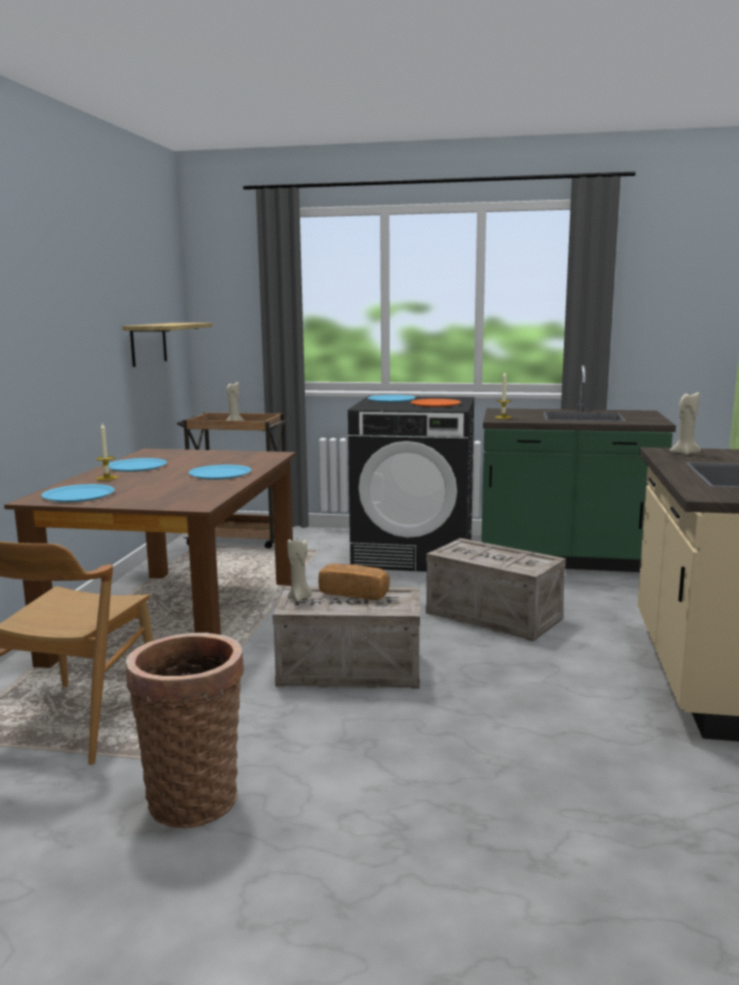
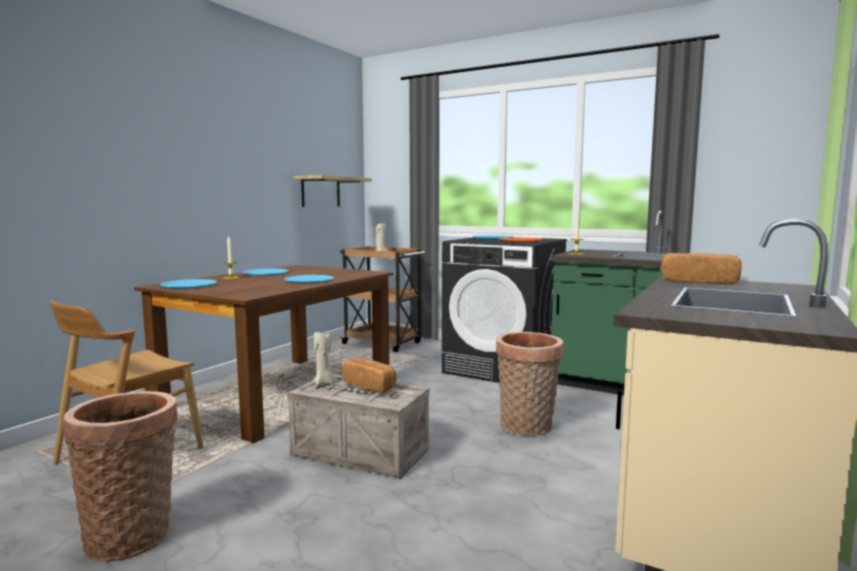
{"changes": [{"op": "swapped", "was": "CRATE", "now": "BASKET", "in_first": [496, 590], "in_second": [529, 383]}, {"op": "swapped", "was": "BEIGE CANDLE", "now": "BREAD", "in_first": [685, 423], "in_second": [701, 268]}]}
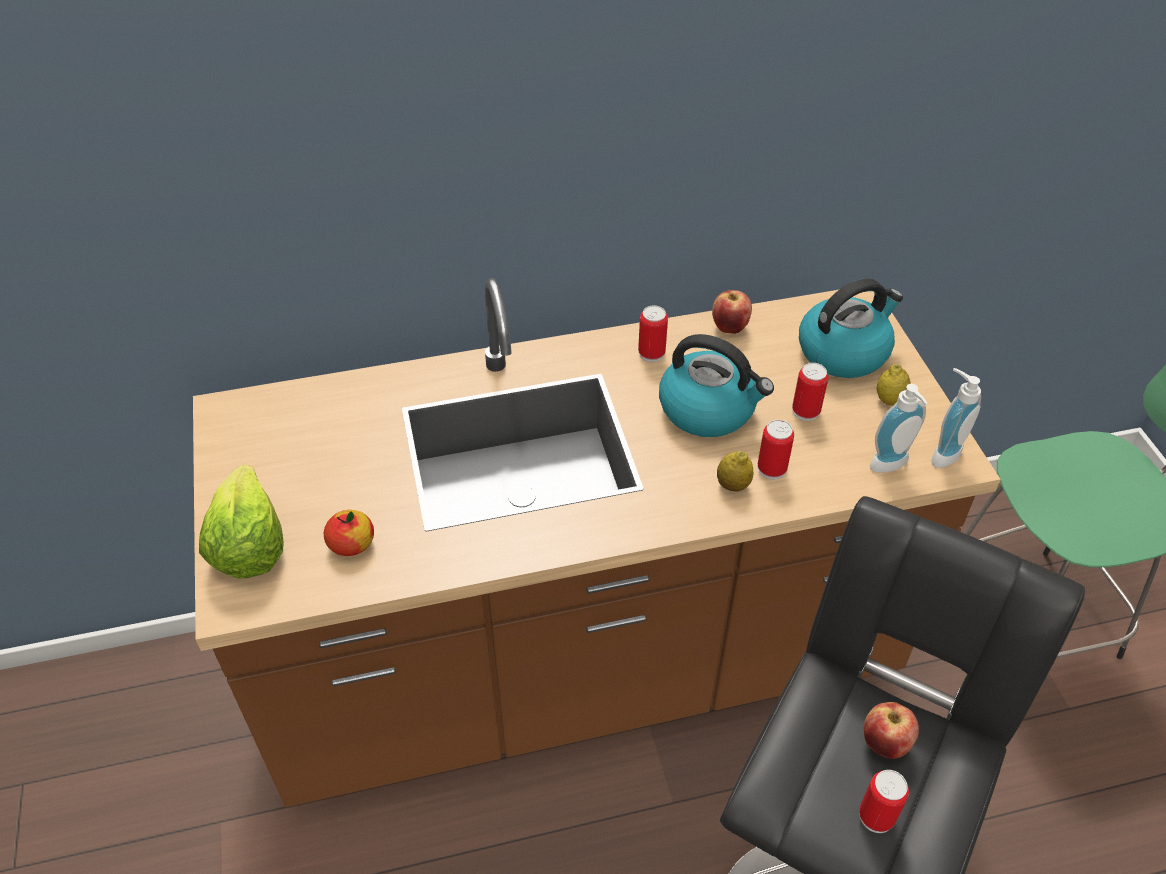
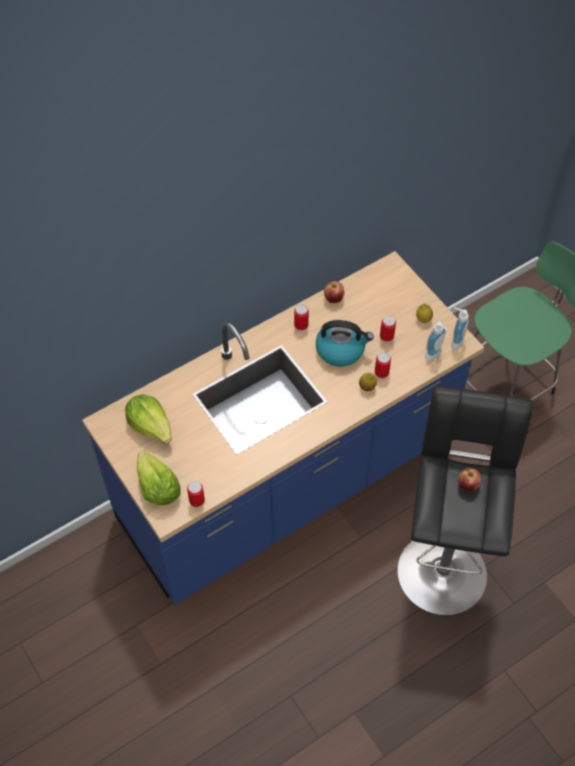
{"changes": [{"op": "repainted", "was": "BROWN COUNTER", "now": "BLUE COUNTER", "in_first": [597, 542], "in_second": [283, 428]}, {"op": "gone", "was": "APPLE", "in_first": [349, 533]}, {"op": "gone", "was": "KETTLE", "in_first": [851, 328]}, {"op": "shifted", "was": "CAN", "in_first": [884, 801], "in_second": [196, 494]}, {"op": "new", "now": "LETTUCE", "in_second": [148, 419]}]}
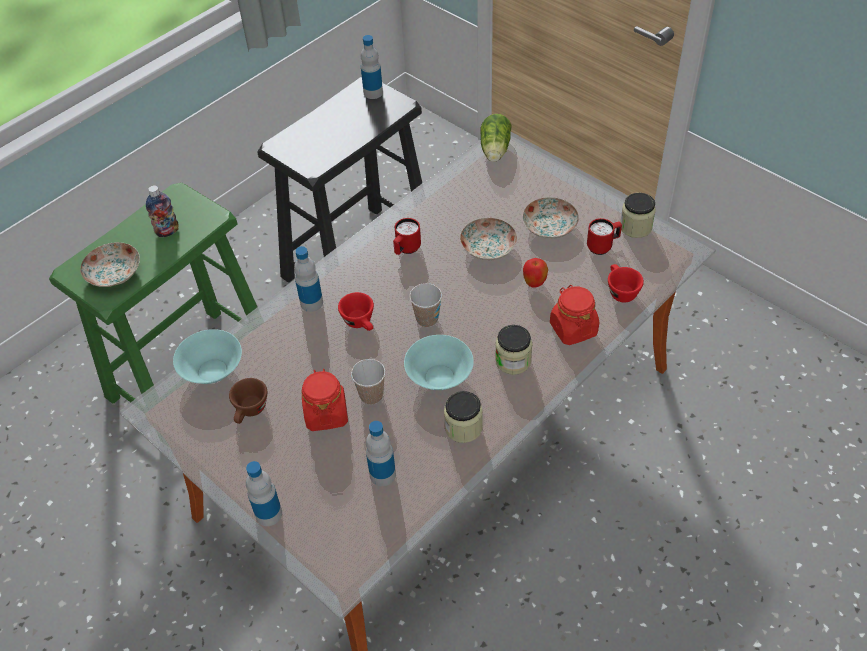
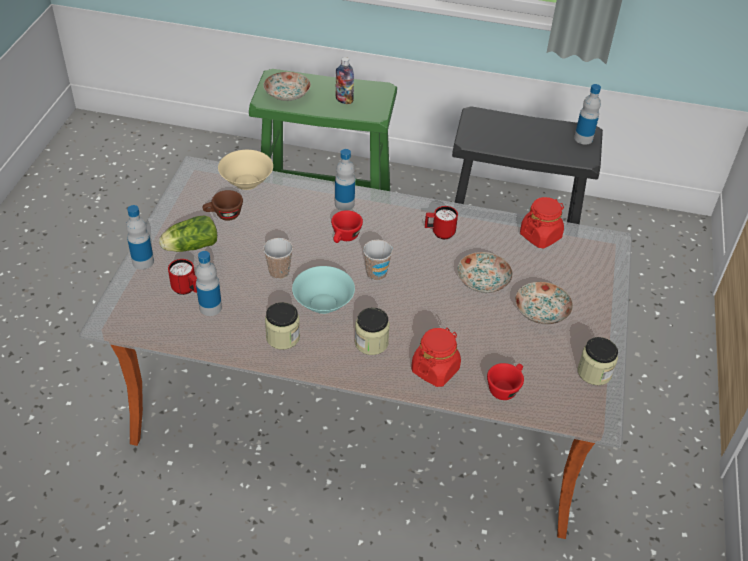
{"changes": [{"op": "repainted", "was": "TURQUOISE BOWL", "now": "BEIGE BOWL", "in_first": [207, 356], "in_second": [245, 170]}, {"op": "shifted", "was": "RED JAR", "in_first": [325, 399], "in_second": [542, 222]}, {"op": "shifted", "was": "LETTUCE", "in_first": [495, 138], "in_second": [188, 234]}, {"op": "gone", "was": "APPLE", "in_first": [535, 272]}, {"op": "shifted", "was": "RED MUG", "in_first": [604, 236], "in_second": [182, 277]}]}
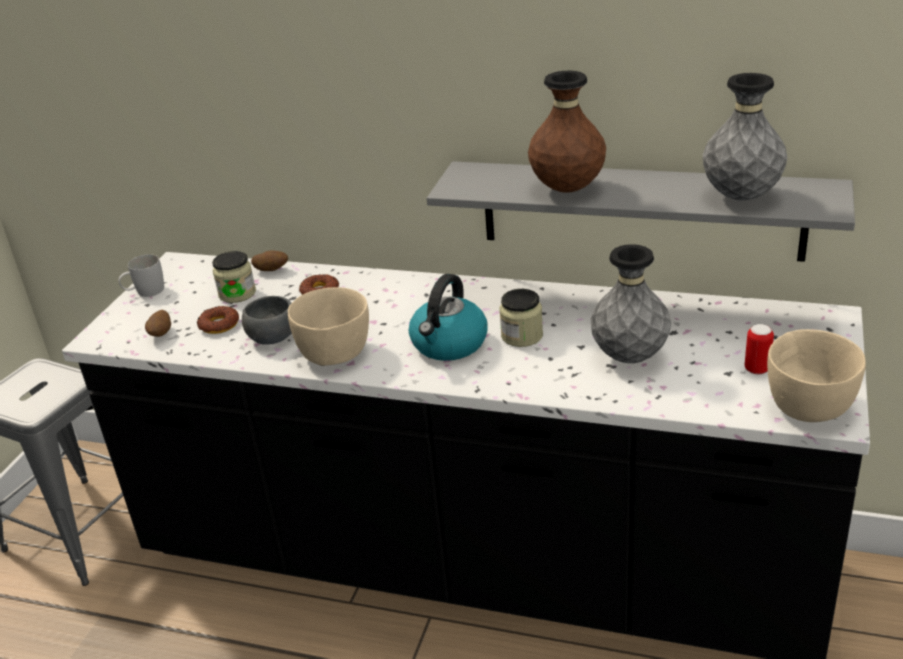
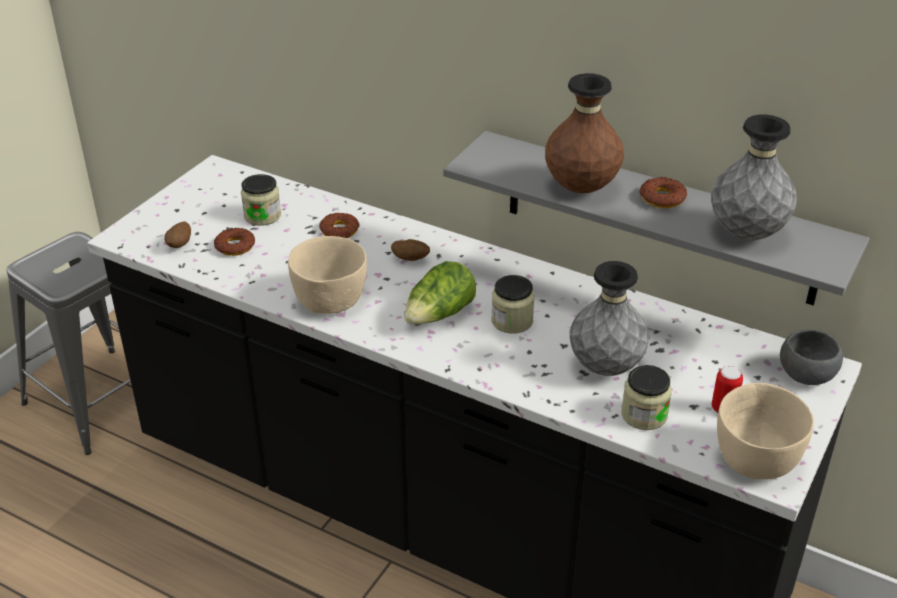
{"changes": [{"op": "gone", "was": "WHITE MUG", "in_first": [141, 275]}, {"op": "shifted", "was": "GREY BOWL", "in_first": [267, 320], "in_second": [811, 357]}, {"op": "shifted", "was": "POTATO", "in_first": [269, 261], "in_second": [410, 250]}, {"op": "swapped", "was": "KETTLE", "now": "LETTUCE", "in_first": [448, 317], "in_second": [440, 293]}, {"op": "new", "now": "JAR", "in_second": [646, 397]}, {"op": "new", "now": "DONUT", "in_second": [663, 192]}]}
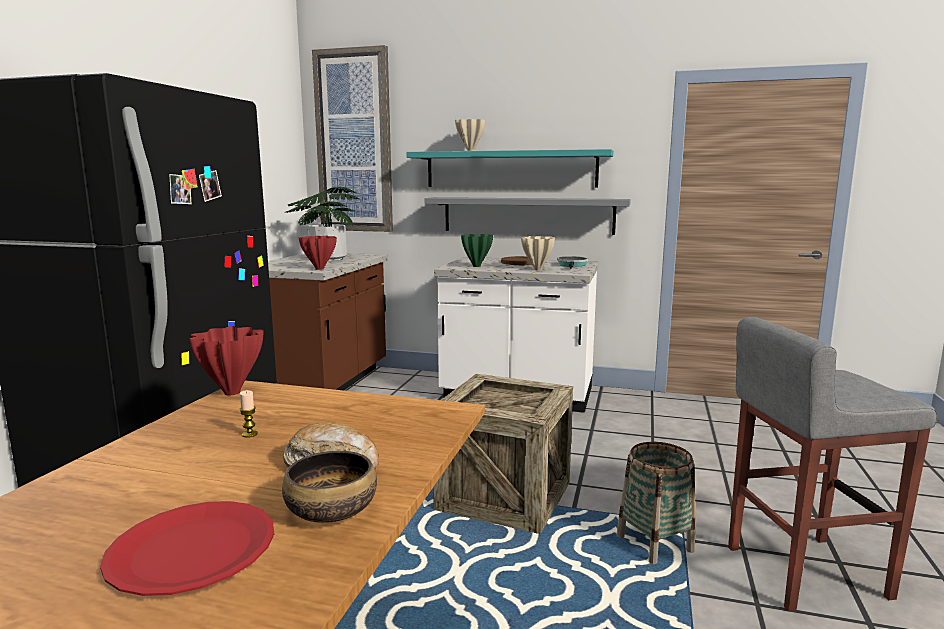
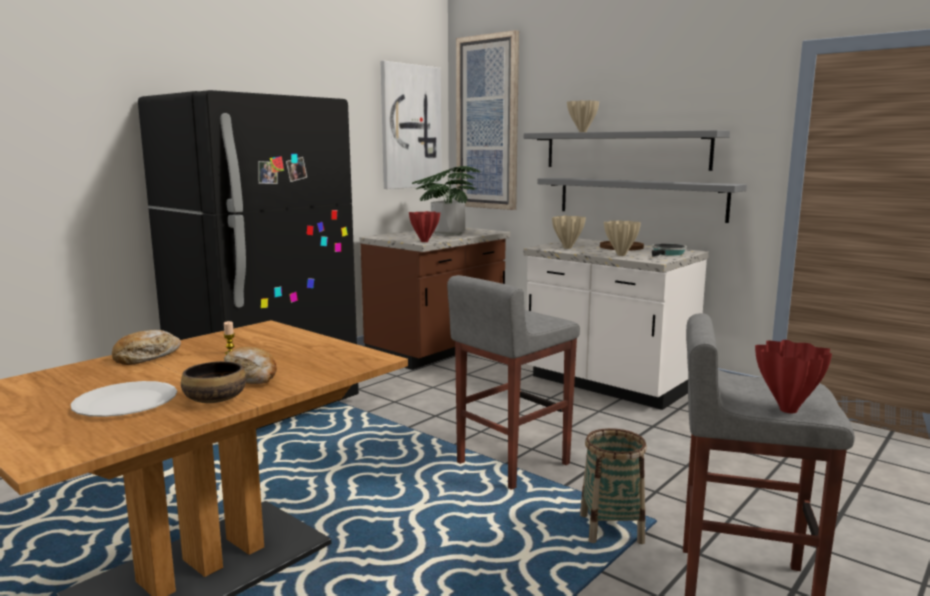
{"changes": [{"op": "repainted", "was": "RED PLATE", "now": "WHITE PLATE", "in_first": [187, 548], "in_second": [124, 399]}, {"op": "shifted", "was": "RED VASE", "in_first": [226, 360], "in_second": [793, 376]}, {"op": "repainted", "was": "TURQUOISE SHELF", "now": "GREY SHELF", "in_first": [509, 168], "in_second": [627, 150]}, {"op": "swapped", "was": "CRATE", "now": "GREY STOOL", "in_first": [503, 454], "in_second": [513, 382]}, {"op": "repainted", "was": "GREEN VASE", "now": "BEIGE VASE", "in_first": [477, 250], "in_second": [569, 232]}, {"op": "new", "now": "BREAD", "in_second": [146, 347]}, {"op": "new", "now": "PICTURE", "in_second": [411, 125]}]}
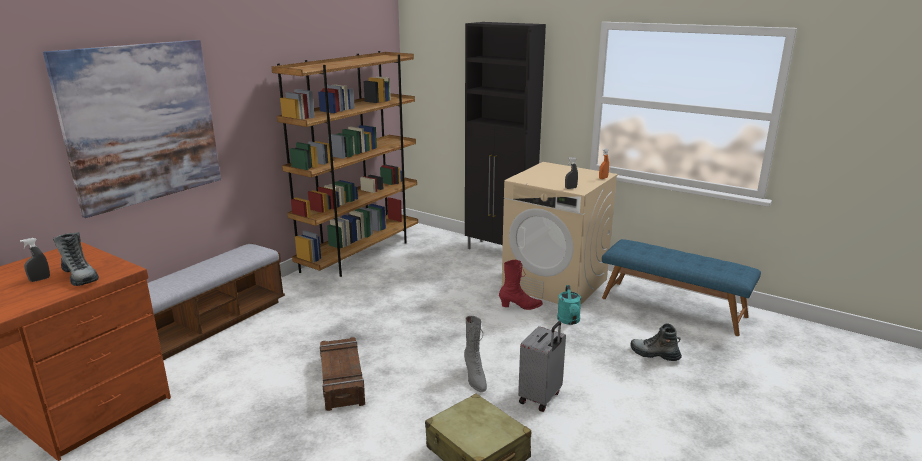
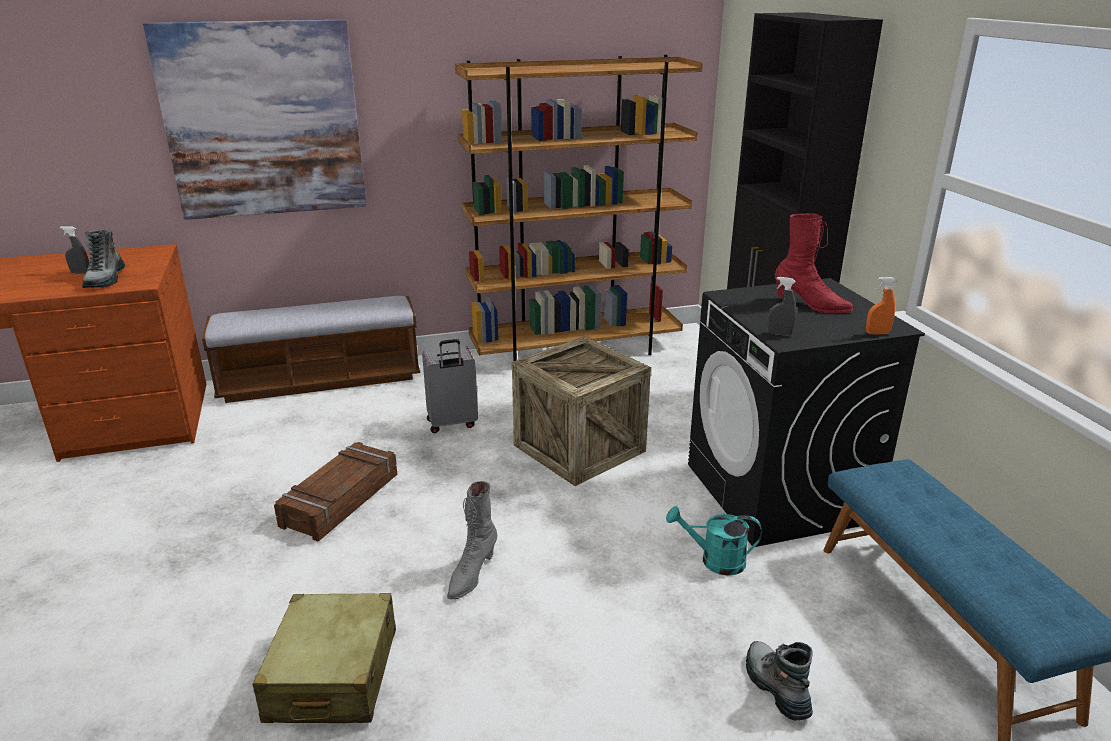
{"changes": [{"op": "shifted", "was": "RED BOOT", "in_first": [521, 285], "in_second": [814, 263]}, {"op": "repainted", "was": "BEIGE WASHING MACHINE", "now": "BLACK WASHING MACHINE", "in_first": [559, 233], "in_second": [806, 412]}, {"op": "shifted", "was": "GREY SUITCASE", "in_first": [542, 366], "in_second": [450, 386]}, {"op": "rotated", "was": "TURQUOISE WATERING CAN", "in_first": [569, 305], "in_second": [714, 541], "clockwise": 60}, {"op": "new", "now": "CRATE", "in_second": [581, 411]}]}
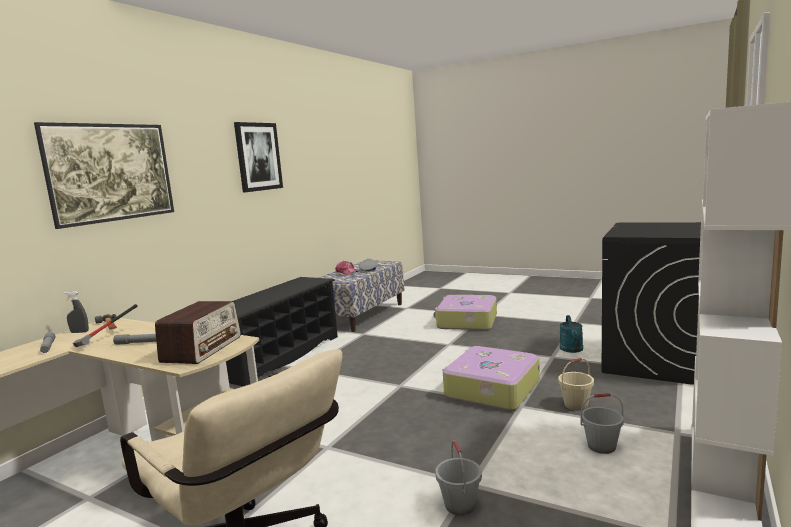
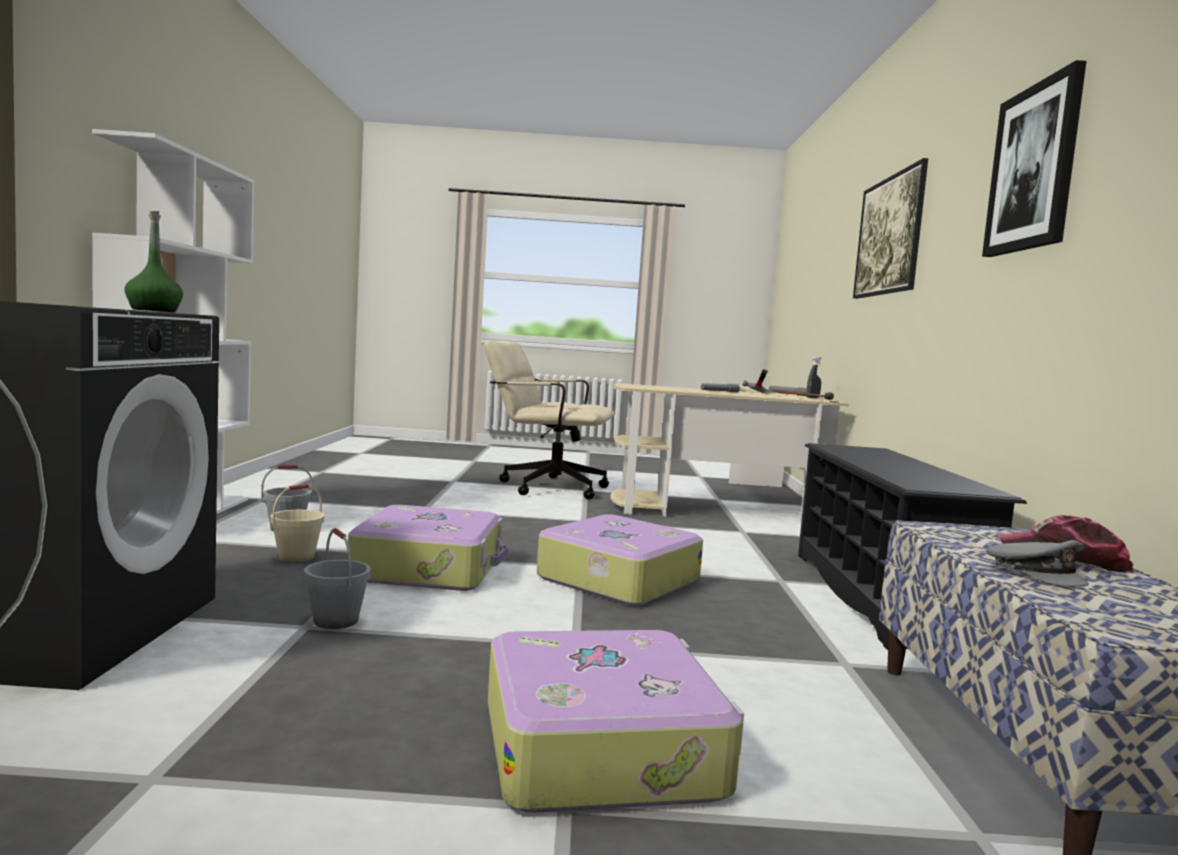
{"changes": [{"op": "gone", "was": "RADIO", "in_first": [198, 332]}, {"op": "shifted", "was": "GREY BUCKET", "in_first": [458, 478], "in_second": [337, 578]}, {"op": "gone", "was": "TURQUOISE WATERING CAN", "in_first": [571, 334]}, {"op": "new", "now": "GREEN BOTTLE", "in_second": [153, 261]}, {"op": "new", "now": "SUITCASE", "in_second": [620, 560]}]}
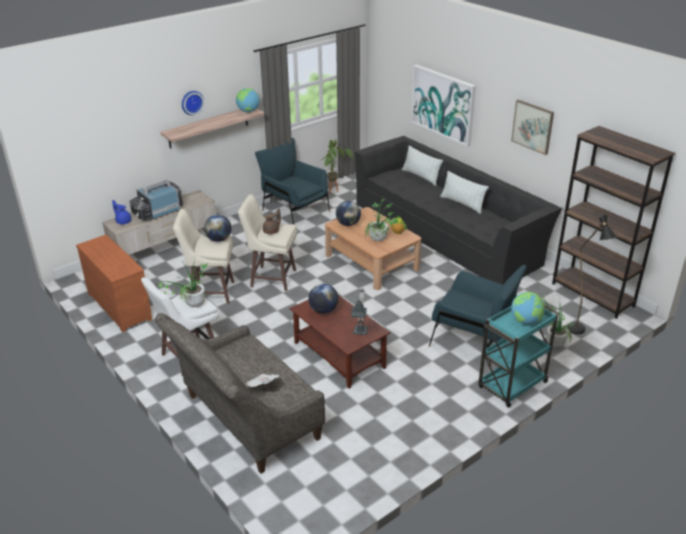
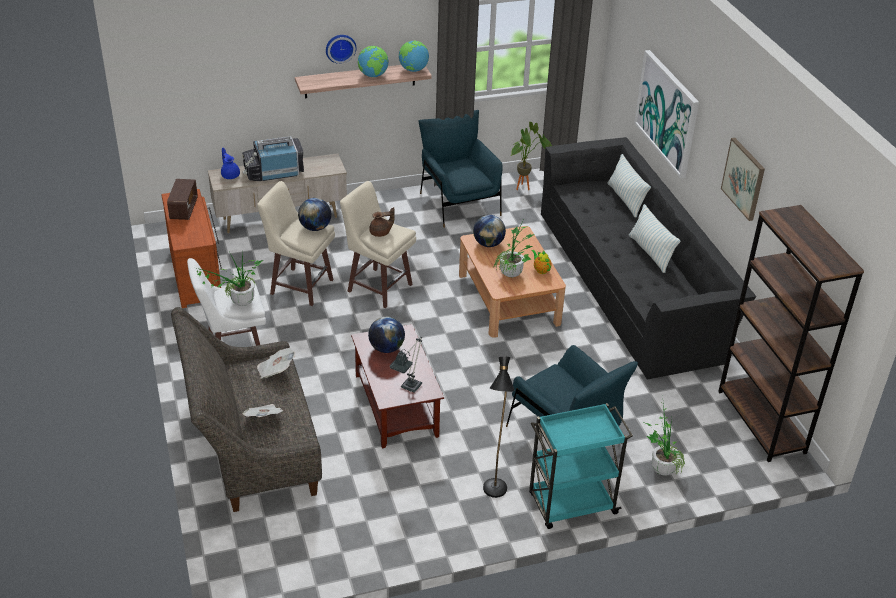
{"changes": [{"op": "shifted", "was": "GLOBE", "in_first": [528, 308], "in_second": [373, 61]}, {"op": "shifted", "was": "BLACK FLOOR LAMP", "in_first": [592, 274], "in_second": [499, 427]}, {"op": "new", "now": "RADIO", "in_second": [182, 199]}, {"op": "new", "now": "NEWSPAPER", "in_second": [276, 363]}]}
